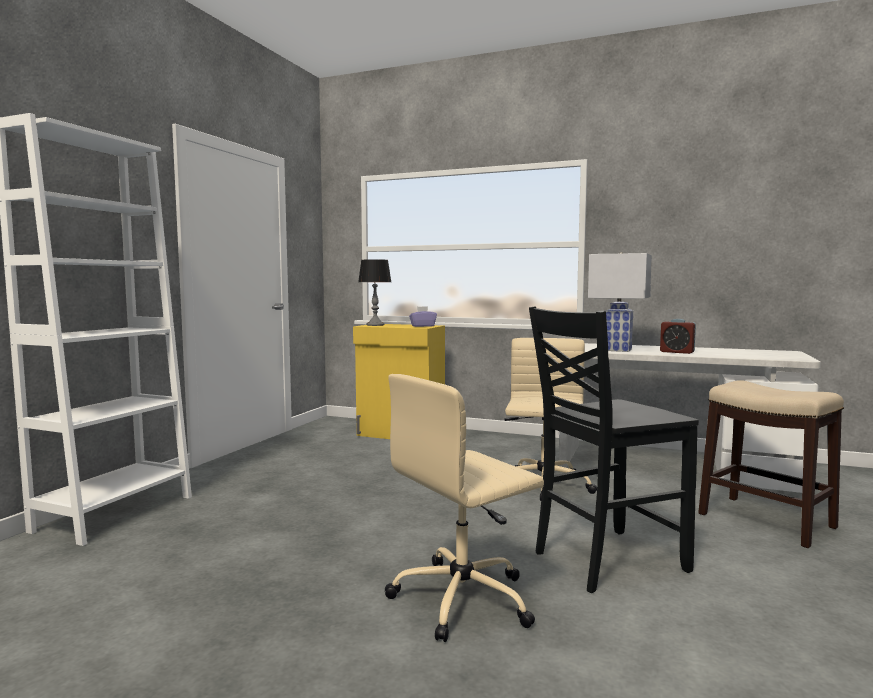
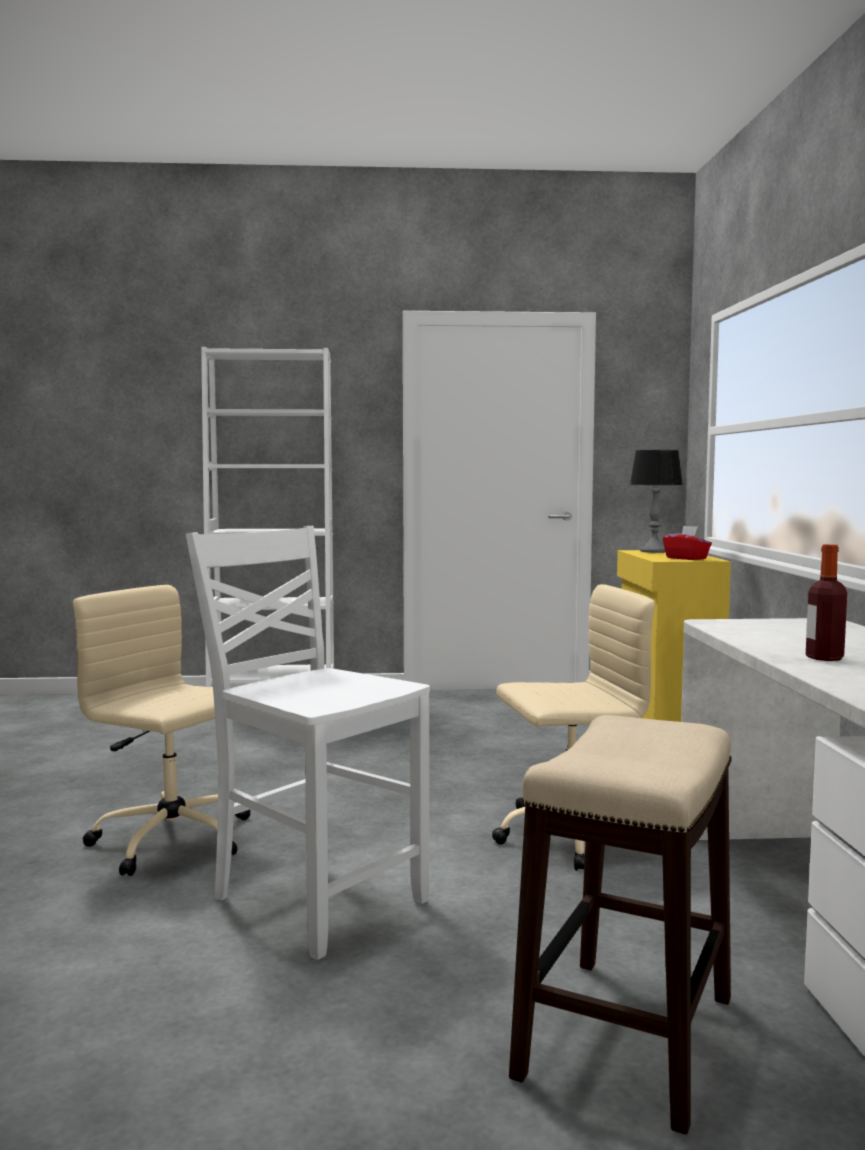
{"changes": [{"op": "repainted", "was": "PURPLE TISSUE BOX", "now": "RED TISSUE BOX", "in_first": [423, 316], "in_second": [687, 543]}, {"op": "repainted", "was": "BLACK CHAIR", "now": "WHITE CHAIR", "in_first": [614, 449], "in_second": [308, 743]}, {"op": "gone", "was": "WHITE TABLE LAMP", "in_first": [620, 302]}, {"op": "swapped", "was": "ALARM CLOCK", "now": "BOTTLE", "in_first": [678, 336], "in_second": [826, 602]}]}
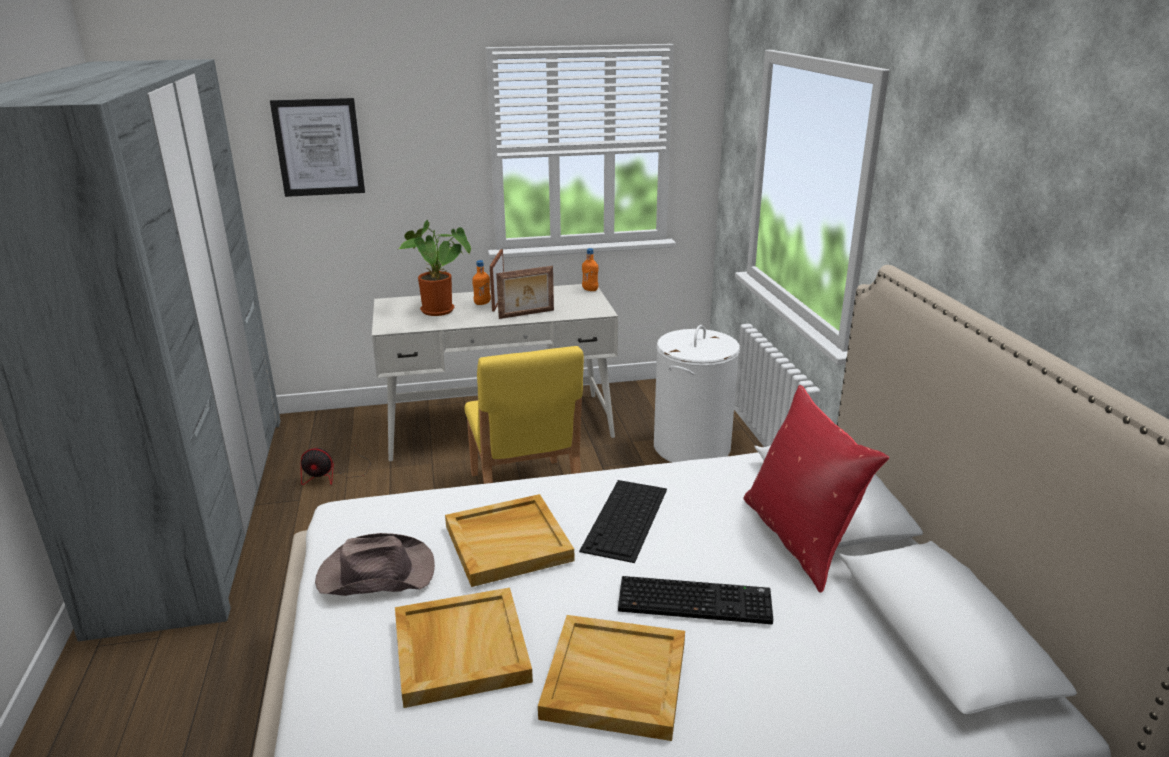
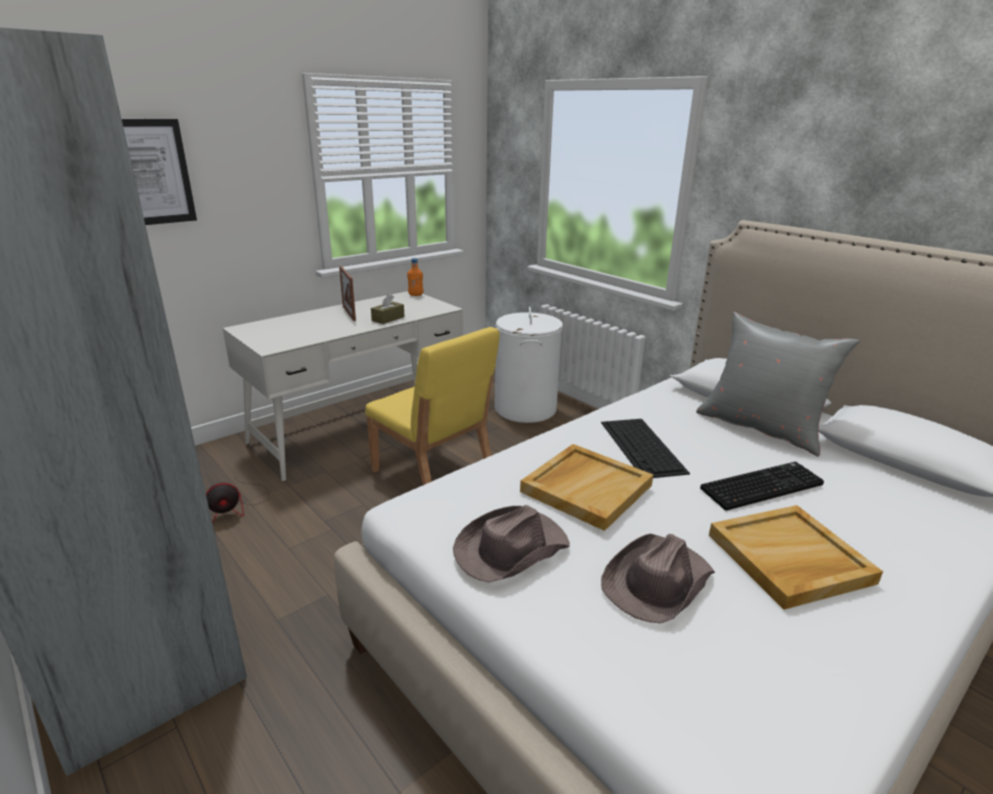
{"changes": [{"op": "swapped", "was": "BEIGE TRAY", "now": "BROWN HAT", "in_first": [464, 648], "in_second": [658, 579]}, {"op": "gone", "was": "POTTED PLANT", "in_first": [435, 268]}, {"op": "gone", "was": "ORANGE BOTTLE", "in_first": [481, 282]}, {"op": "swapped", "was": "PICTURE FRAME", "now": "BROWN TISSUE BOX", "in_first": [525, 292], "in_second": [387, 309]}, {"op": "repainted", "was": "RED PILLOW", "now": "GREY PILLOW", "in_first": [816, 489], "in_second": [778, 384]}]}
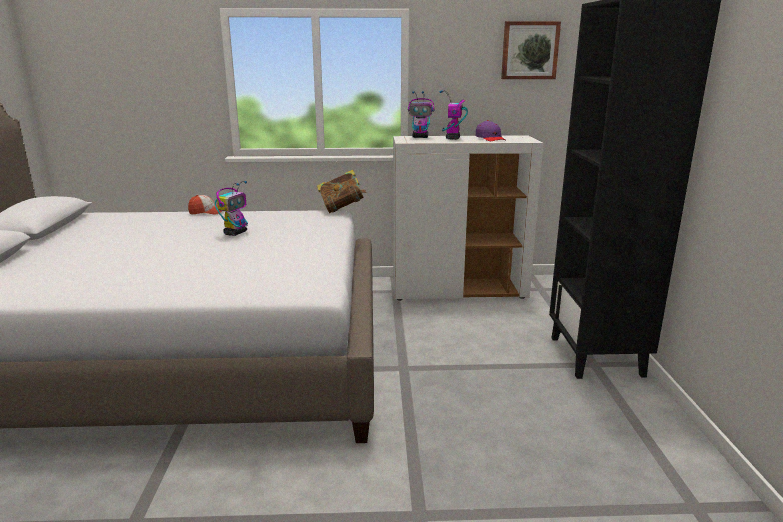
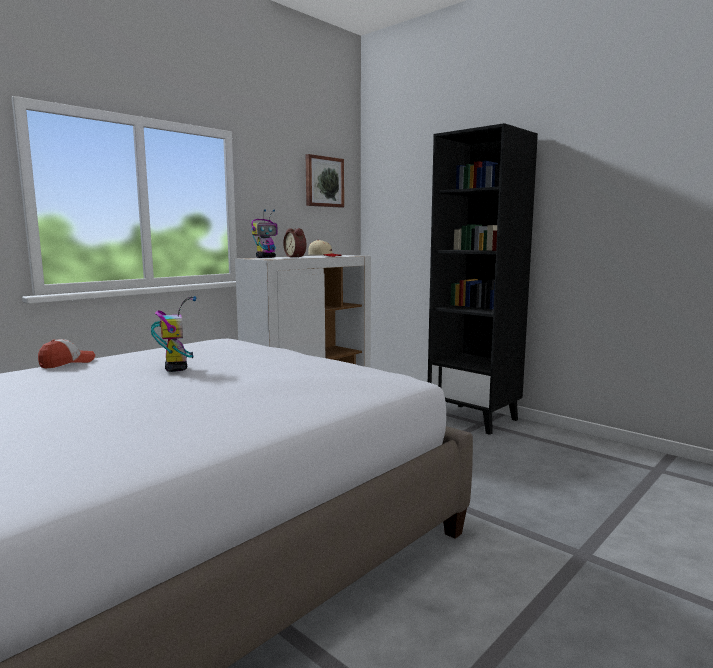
{"changes": [{"op": "gone", "was": "BOOK", "in_first": [342, 191]}, {"op": "swapped", "was": "TOY ROBOT", "now": "ALARM CLOCK", "in_first": [453, 115], "in_second": [294, 243]}, {"op": "repainted", "was": "PURPLE CAP", "now": "BEIGE CAP", "in_first": [490, 130], "in_second": [325, 248]}]}
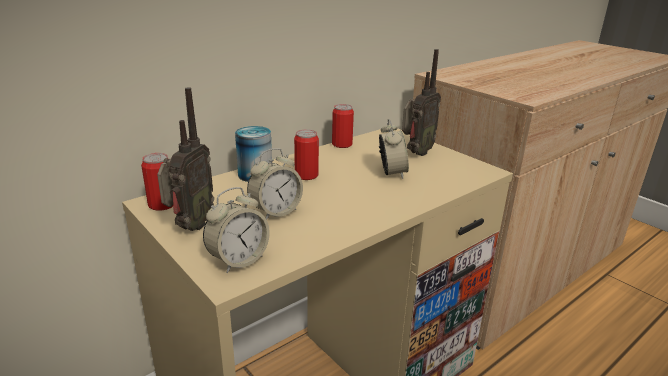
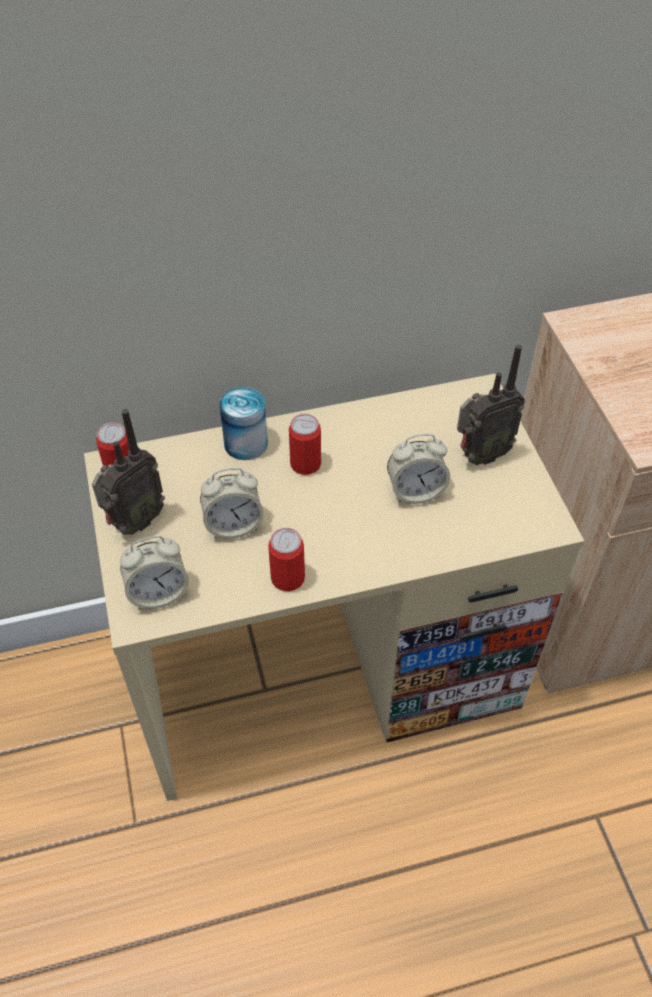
{"changes": [{"op": "shifted", "was": "CAN", "in_first": [343, 126], "in_second": [286, 559]}, {"op": "rotated", "was": "ALARM CLOCK", "in_first": [394, 149], "in_second": [418, 469], "clockwise": 60}]}
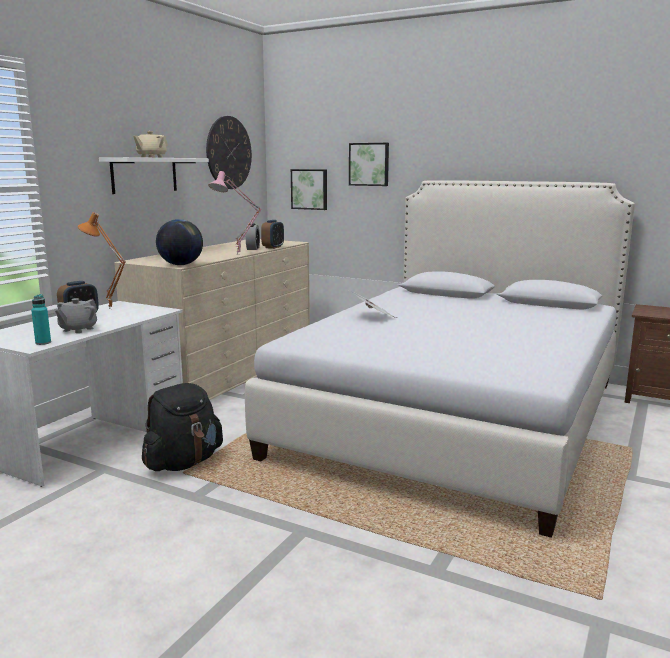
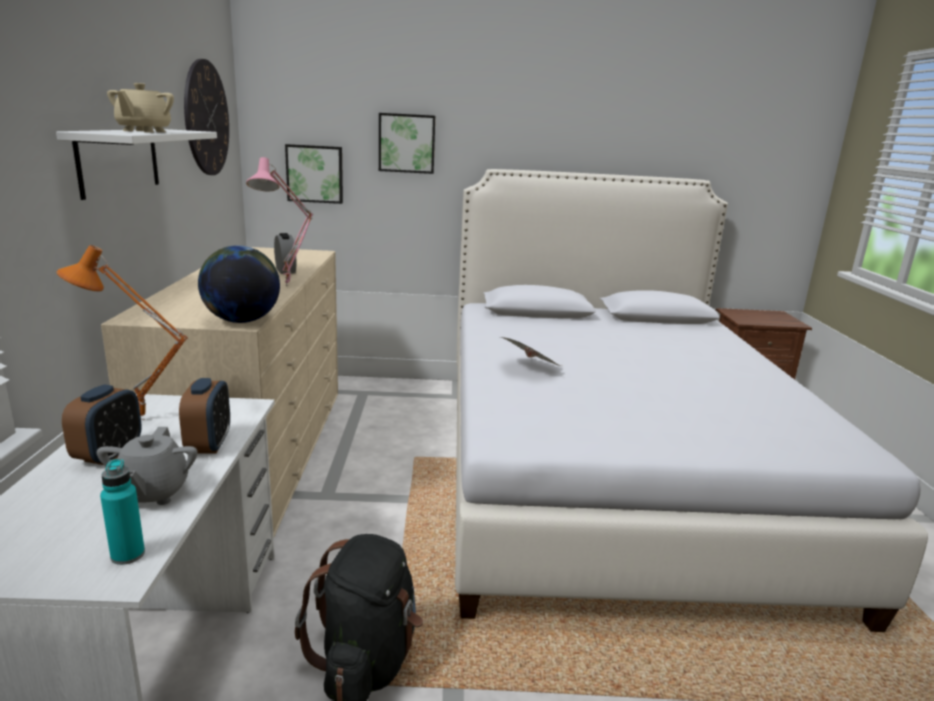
{"changes": [{"op": "shifted", "was": "ALARM CLOCK", "in_first": [272, 234], "in_second": [204, 416]}]}
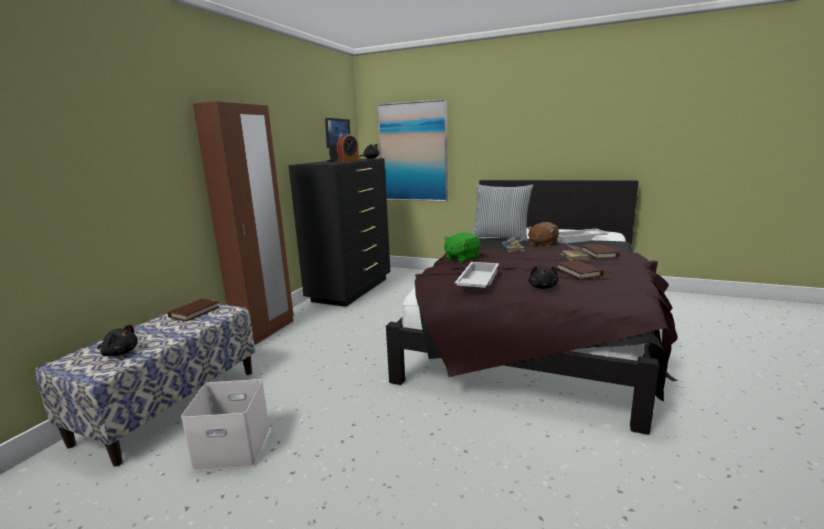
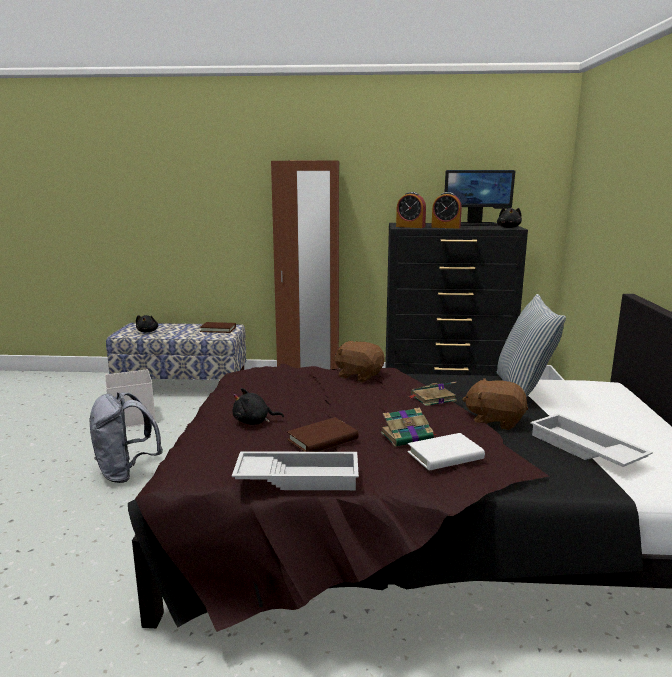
{"changes": [{"op": "gone", "was": "PICTURE", "in_first": [412, 150]}, {"op": "repainted", "was": "GREEN PLUSH TOY", "now": "BROWN PLUSH TOY", "in_first": [462, 247], "in_second": [360, 361]}, {"op": "shifted", "was": "WHITE TRAY", "in_first": [477, 275], "in_second": [295, 470]}, {"op": "repainted", "was": "BROWN BOOK", "now": "WHITE BOOK", "in_first": [600, 251], "in_second": [446, 452]}, {"op": "new", "now": "GREY BACKPACK", "in_second": [126, 437]}, {"op": "new", "now": "ALARM CLOCK", "in_second": [411, 210]}]}
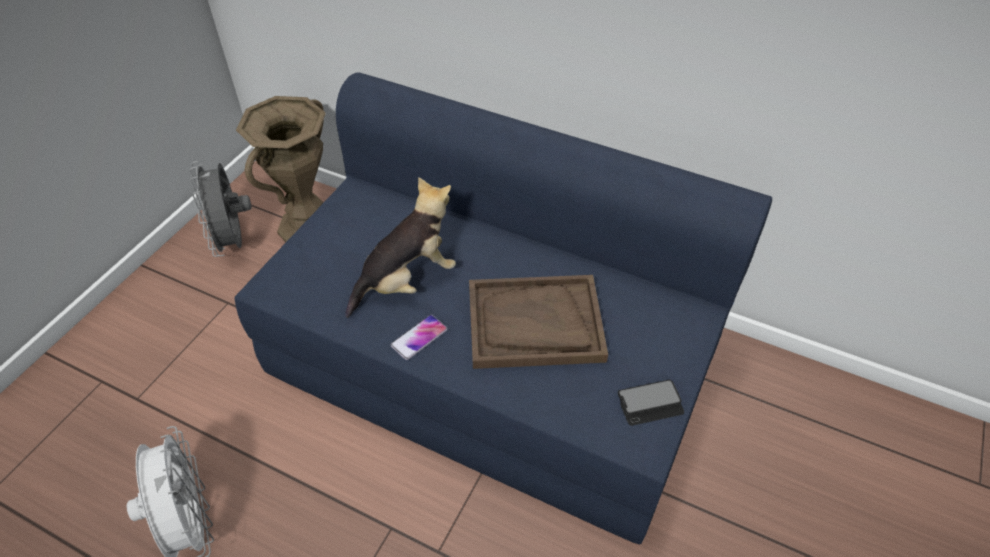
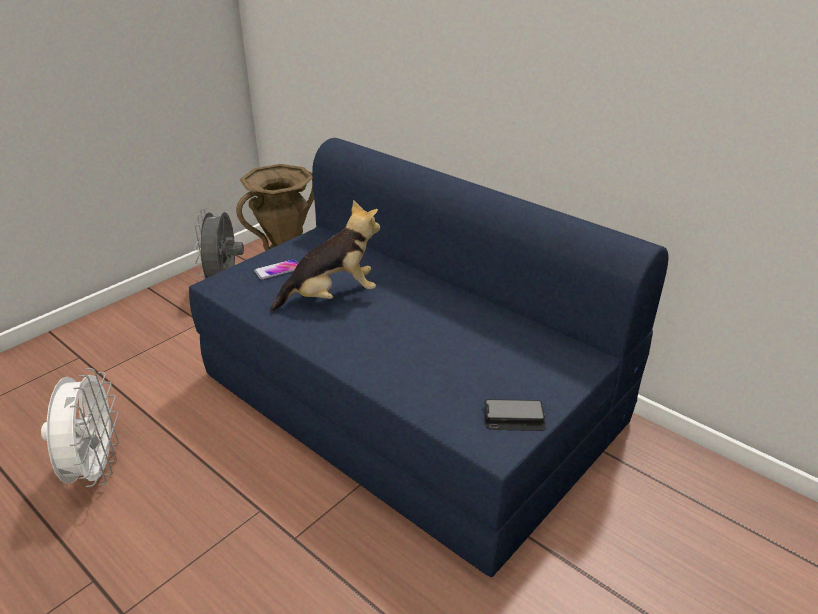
{"changes": [{"op": "shifted", "was": "PHONE", "in_first": [419, 337], "in_second": [276, 269]}, {"op": "gone", "was": "BROWN TRAY", "in_first": [538, 322]}]}
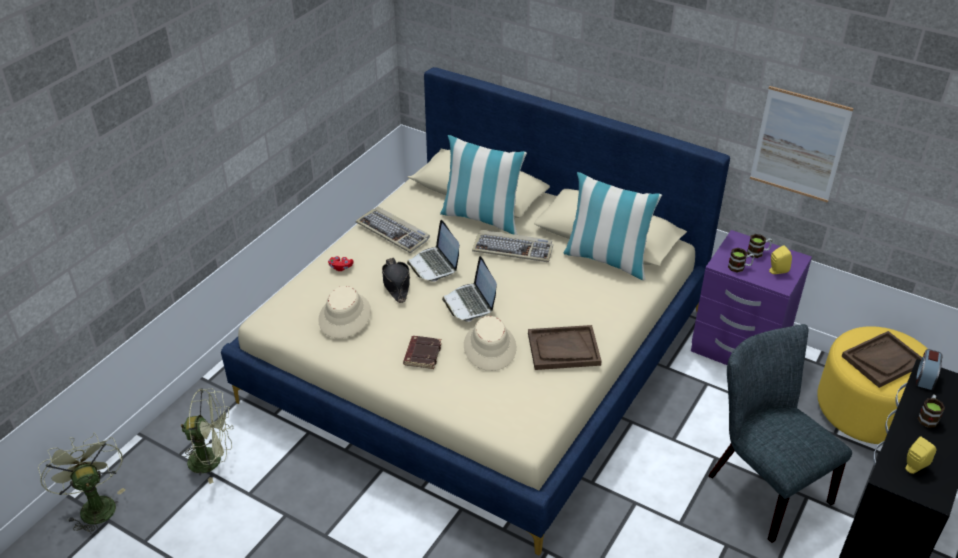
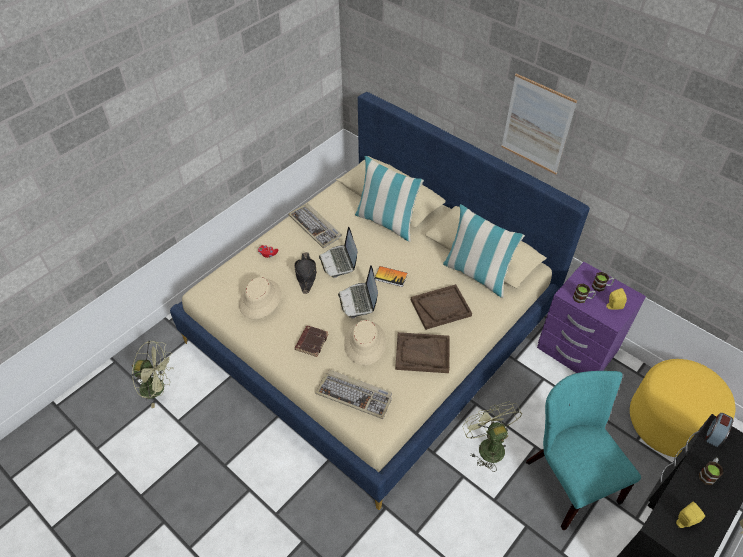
{"changes": [{"op": "shifted", "was": "GREEN FAN", "in_first": [81, 484], "in_second": [492, 436]}, {"op": "shifted", "was": "KEYBOARD", "in_first": [512, 246], "in_second": [353, 394]}, {"op": "repainted", "was": "GREY CHAIR", "now": "TURQUOISE CHAIR", "in_first": [780, 433], "in_second": [583, 451]}, {"op": "shifted", "was": "PICTURE", "in_first": [802, 144], "in_second": [539, 124]}, {"op": "shifted", "was": "BROWN TRAY", "in_first": [881, 359], "in_second": [441, 307]}, {"op": "new", "now": "BOOK", "in_second": [391, 276]}]}
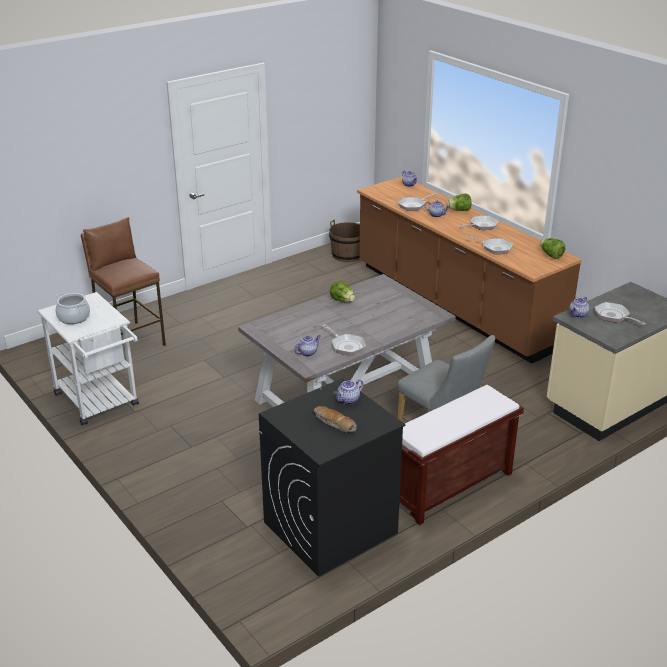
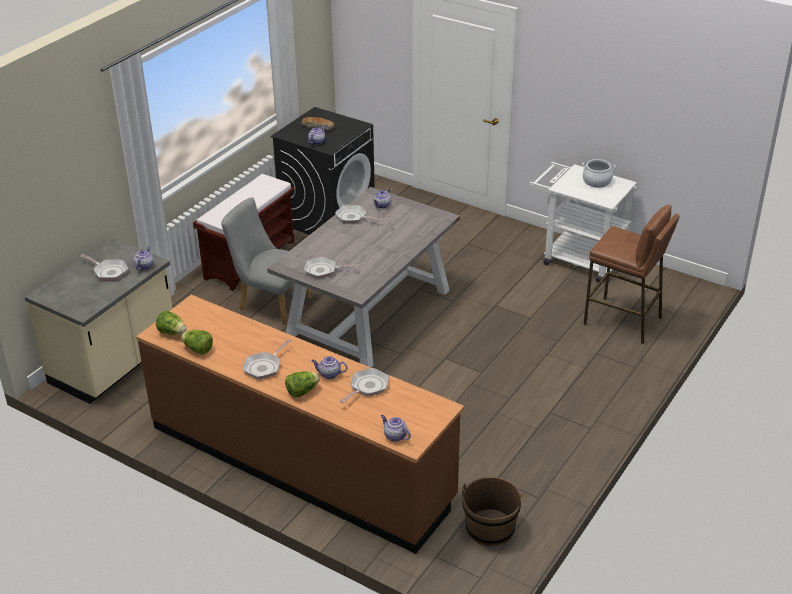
{"changes": [{"op": "shifted", "was": "LETTUCE", "in_first": [342, 291], "in_second": [197, 342]}, {"op": "shifted", "was": "FRYING PAN", "in_first": [489, 245], "in_second": [331, 268]}]}
